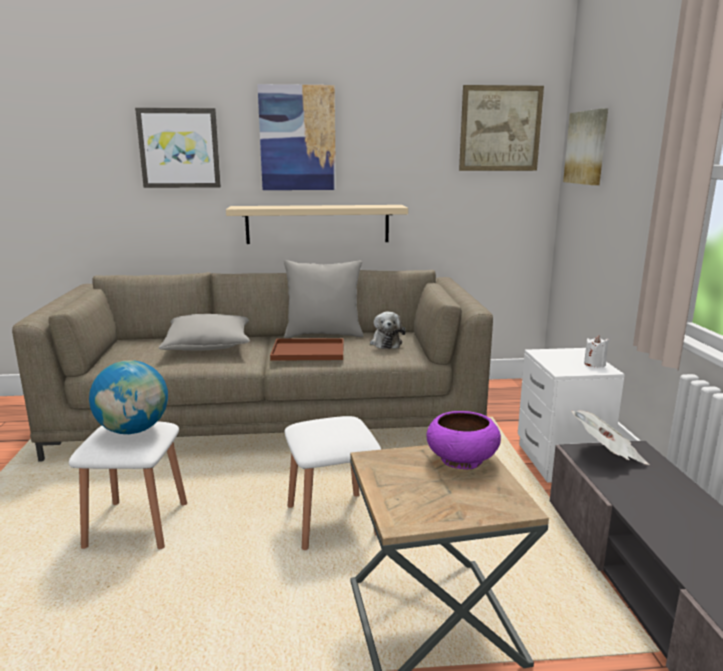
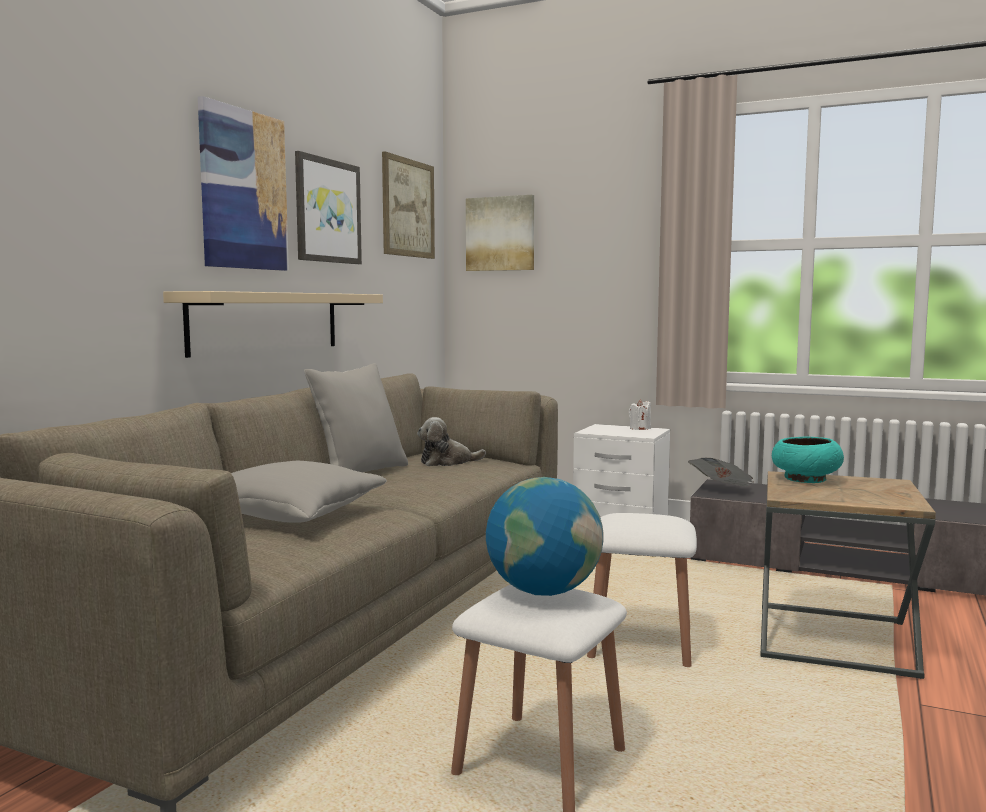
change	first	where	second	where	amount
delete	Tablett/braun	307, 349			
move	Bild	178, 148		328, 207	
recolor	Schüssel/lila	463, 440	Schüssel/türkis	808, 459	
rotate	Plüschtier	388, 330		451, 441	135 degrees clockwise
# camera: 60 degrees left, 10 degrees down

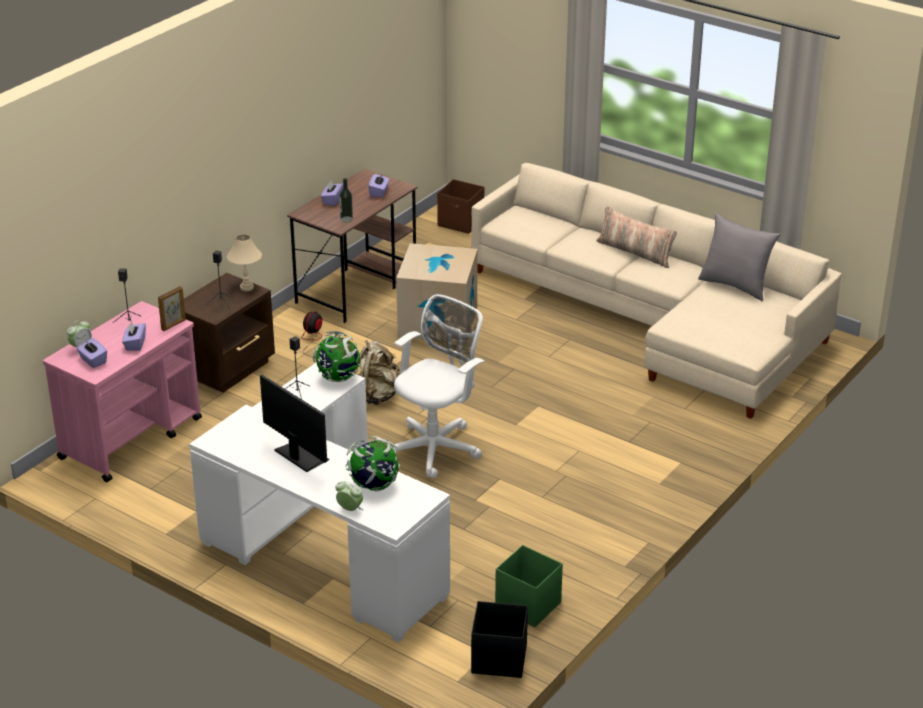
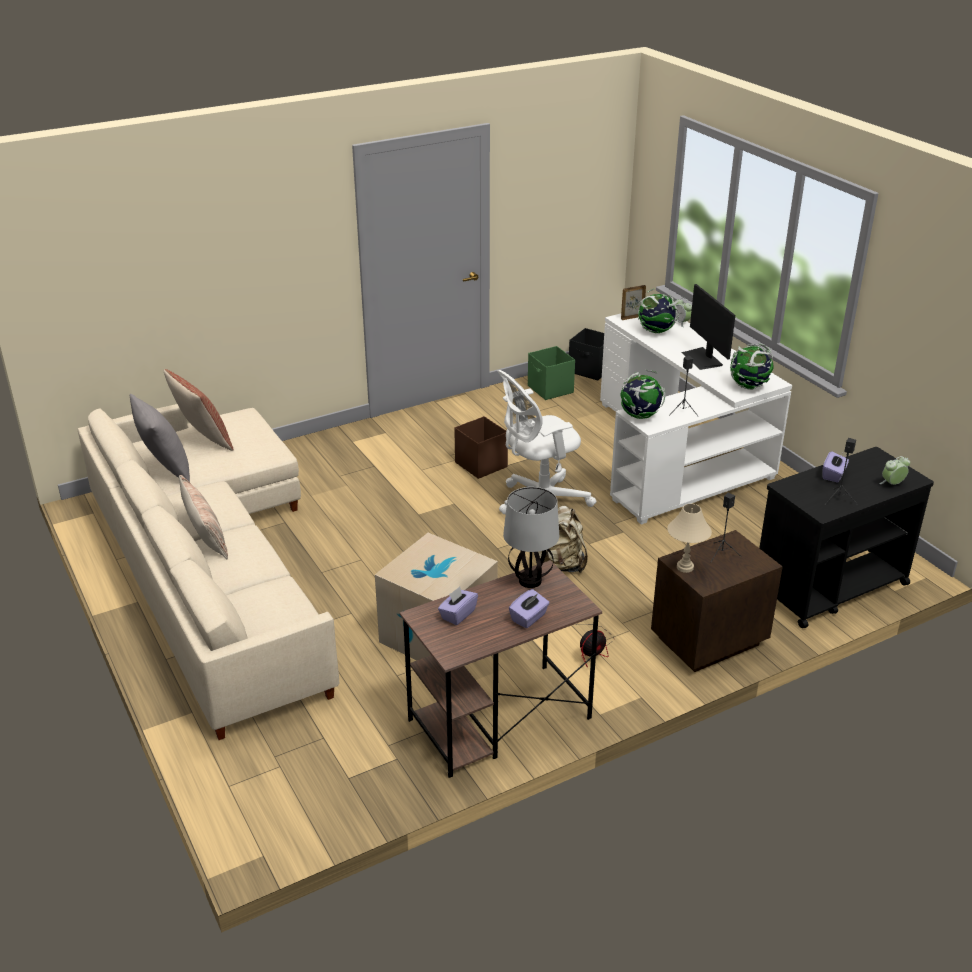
change	first	where	second	where	amount
delete	Taschentuchbox/lila	92, 353			
insert			Kissen	198, 410	
insert			Globus	751, 367	
move	Bilderrahmen	172, 308		633, 302	
move	Aufbewahrungsbox/braun	460, 206		481, 447	
replace	Flasche	346, 200	Tischlampe	531, 537	
recolor	Rollwagen/rosa	122, 391	Rollwagen/schwarz	846, 537	
# camera: 155 degrees left, 0 degrees up

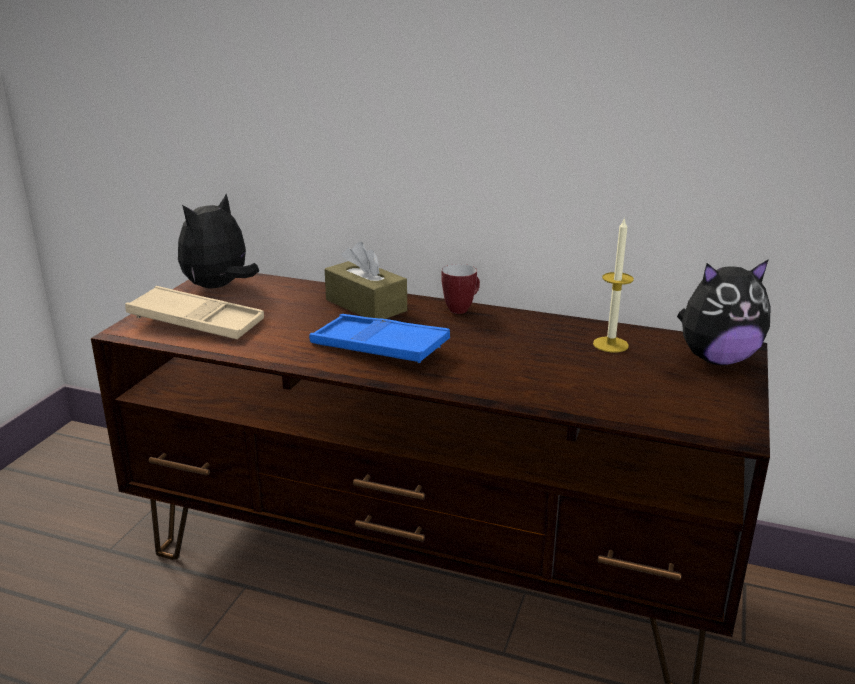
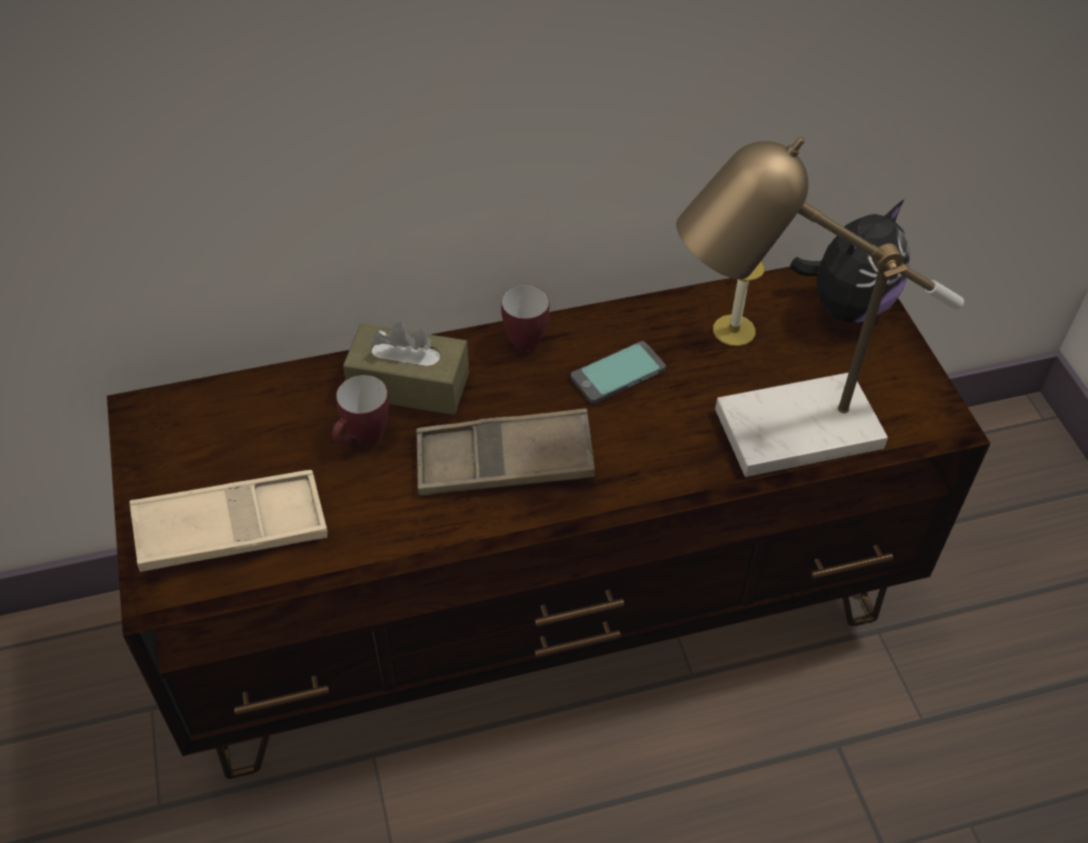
change	first	where	second	where	amount
delete	Plüschtier	218, 240			
insert			Henkelbecher	360, 409	
insert			Handy	618, 372	
insert			Tischlampe	820, 307	
recolor	Tablett/blau	379, 338	Tablett/braun	505, 452	
# camera: 35 degrees left, 25 degrees up

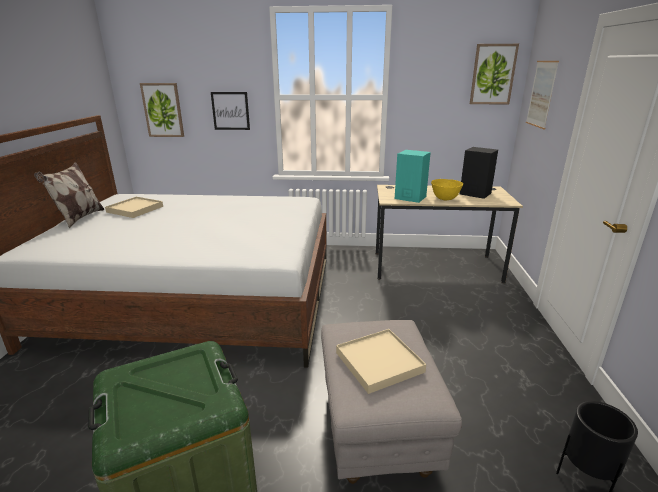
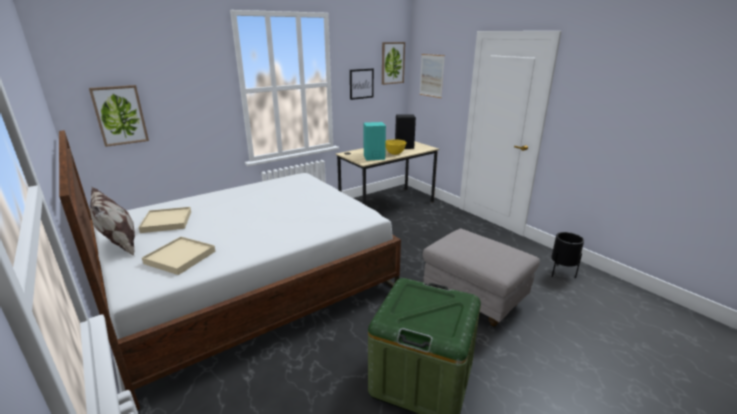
change	first	where	second	where	amount
move	Bild	230, 111		362, 84	
move	Tablett/beige	381, 361		179, 256	
# camera: 40 degrees left, 0 degrees up

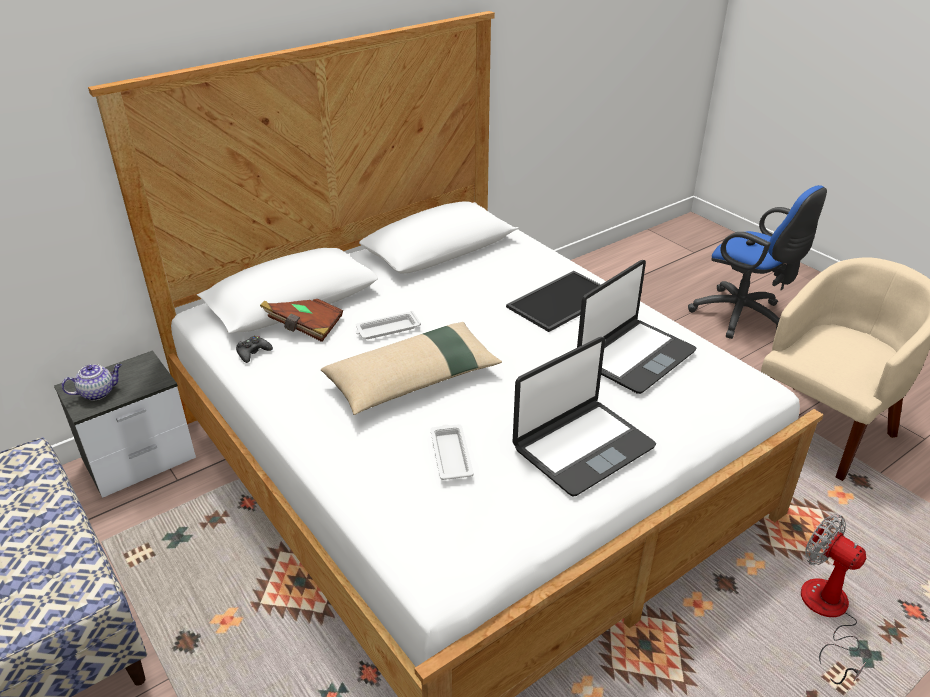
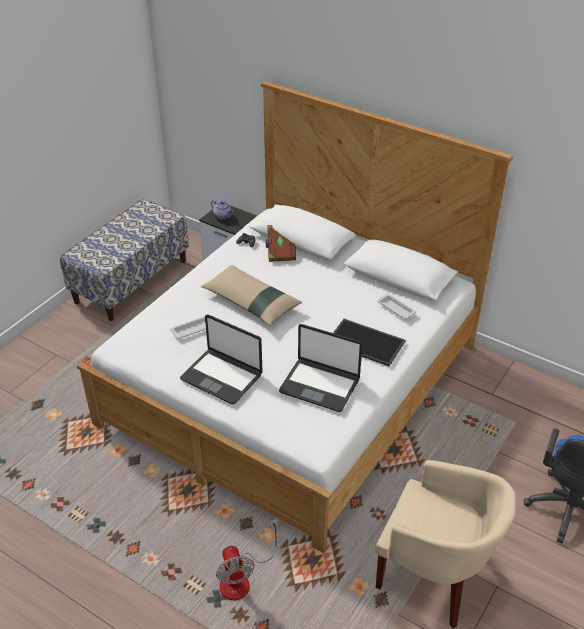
change	first	where	second	where	amount
move	Tablett/weiß	388, 325		396, 306	
rotate	Ventilator	833, 599		247, 559	135 degrees clockwise
# camera: 70 degrees right, 5 degrees up

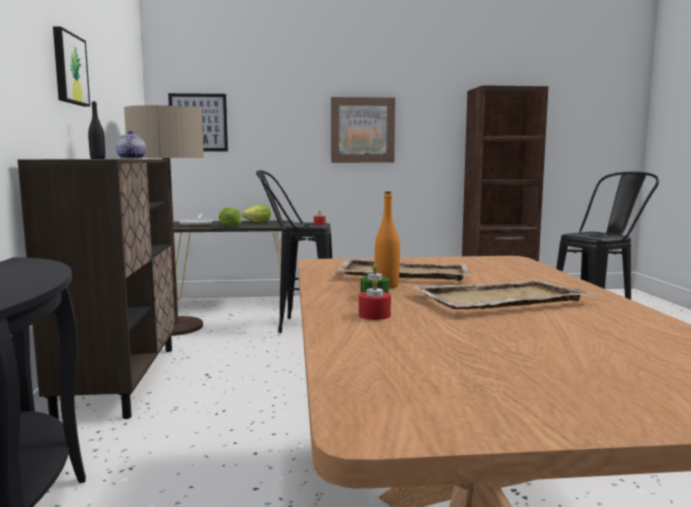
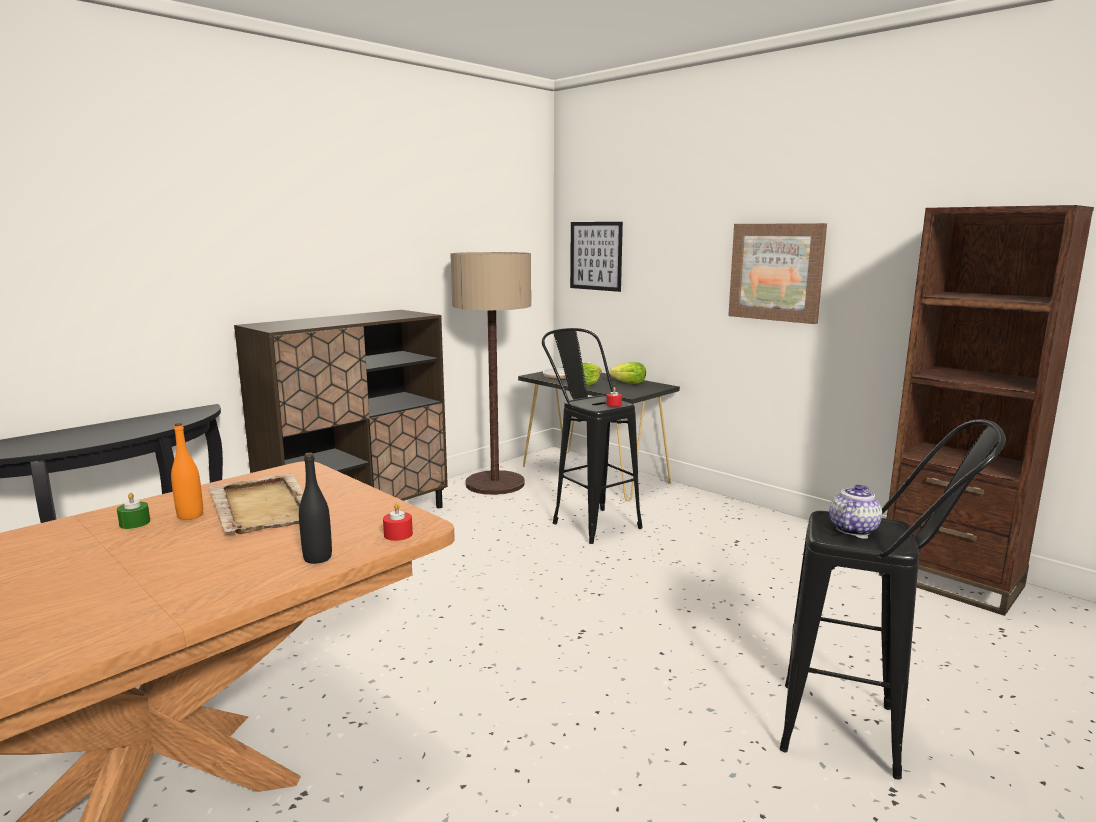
change	first	where	second	where	amount
delete	Bild	71, 66			
delete	Tablett/beige	502, 294			
move	Flasche/schwarz	96, 130		315, 508	
move	Teekanne	131, 145		855, 510	
move	Kerze/rot	375, 299		398, 522	
# camera: 50 degrees right, 5 degrees up

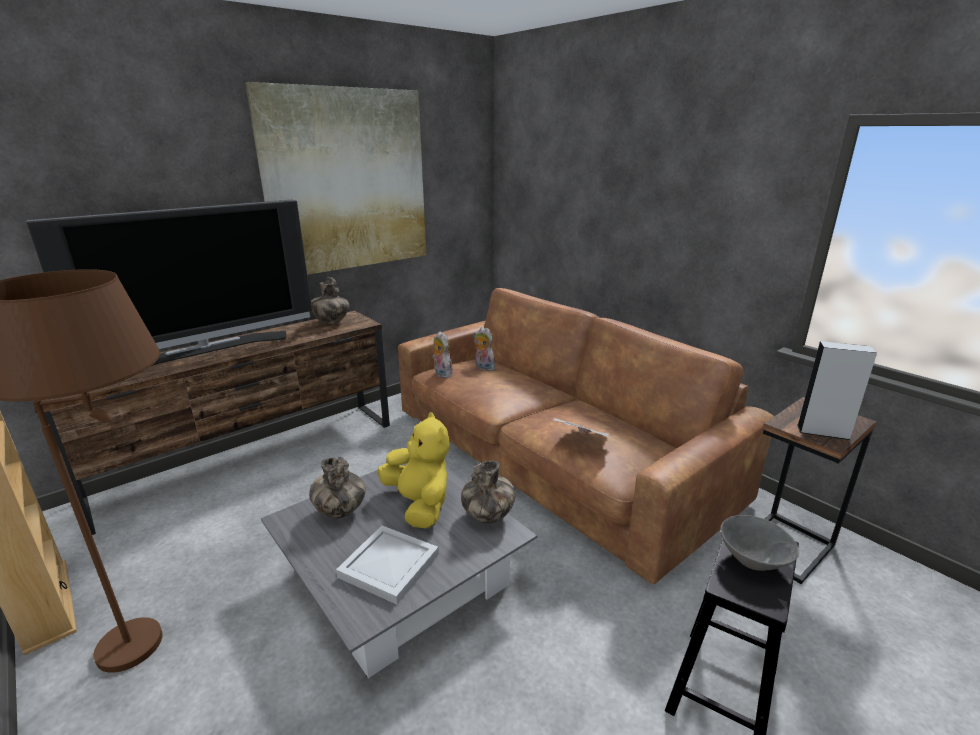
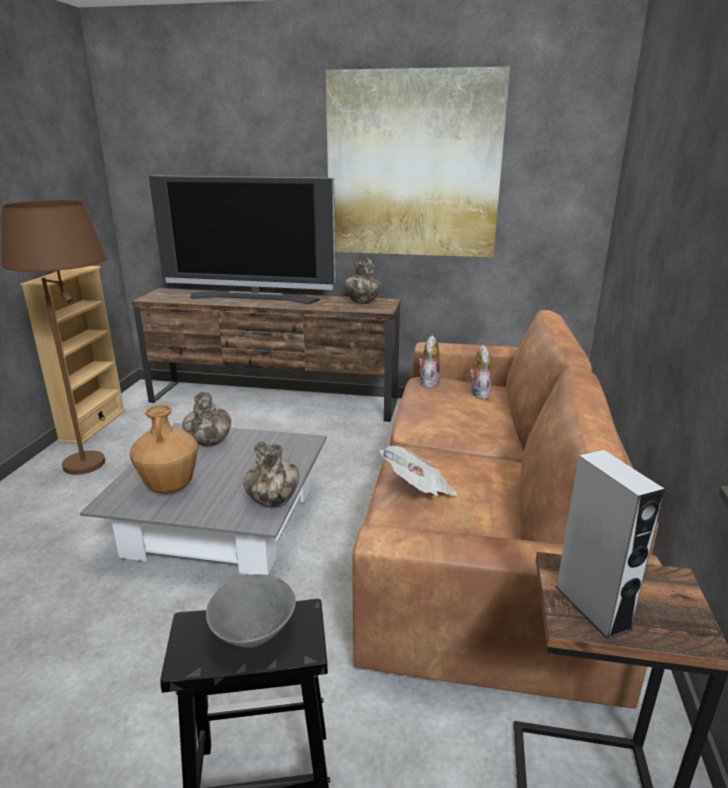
change	first	where	second	where	amount
delete	Plüschtier/gelb	414, 470			
replace	Tablett/weiß	387, 565	Vase/braun	163, 449	
# camera: 50 degrees right, 0 degrees up

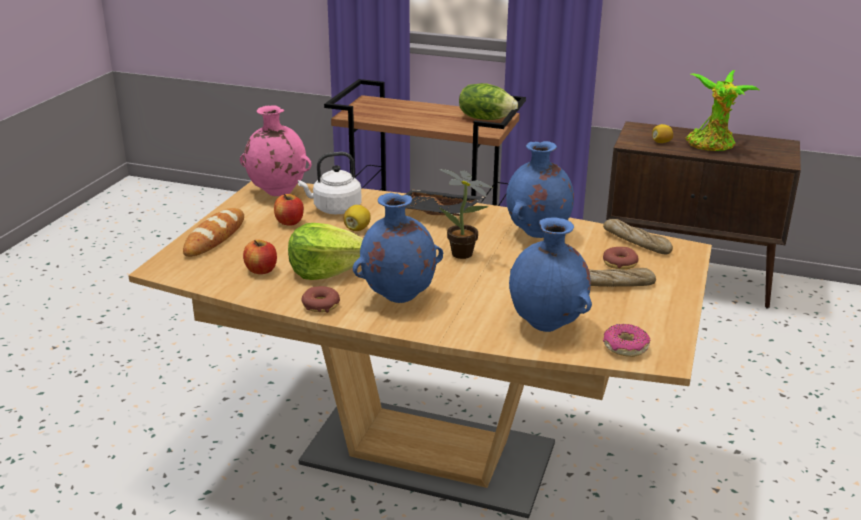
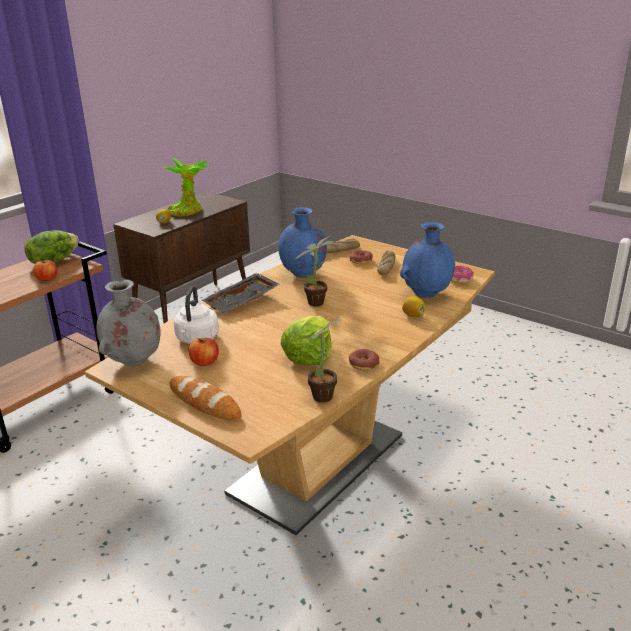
change	first	where	second	where	amount
delete	Vase/blau	398, 248			
insert			Topfpflanze	324, 358	
move	Apfel	260, 257		45, 270	
move	Zitrone	357, 218		414, 306	
recolor	Vase/rosa	276, 150	Vase/grau	128, 323	
# camera: 70 degrees left, 0 degrees up

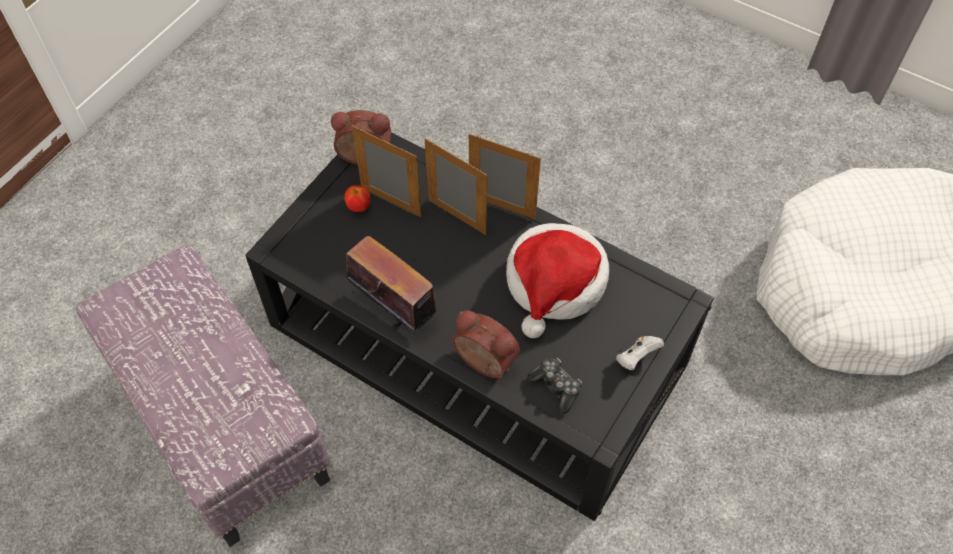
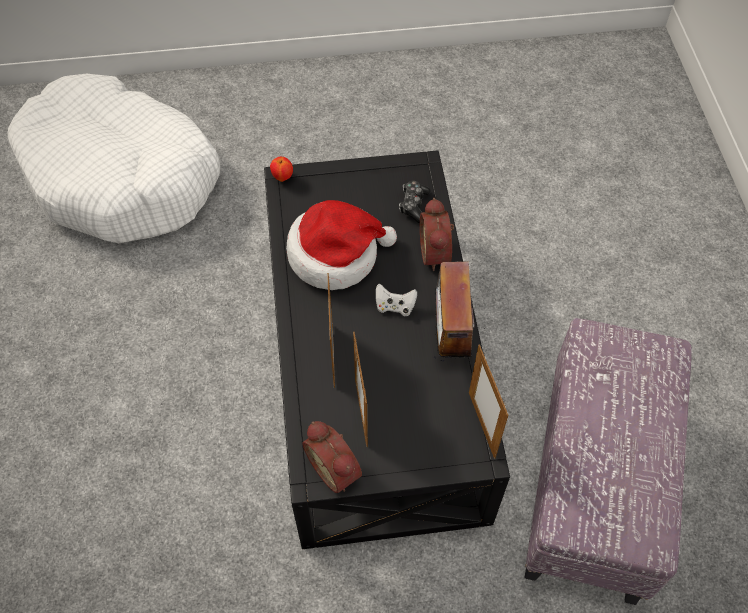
change	first	where	second	where	amount
move	Apfel	357, 198		281, 169	
move	Bilderrahmen	505, 176		488, 401	
move	Gamepad/weiß	640, 353		396, 300	
# camera: 130 degrees left, 0 degrees up

